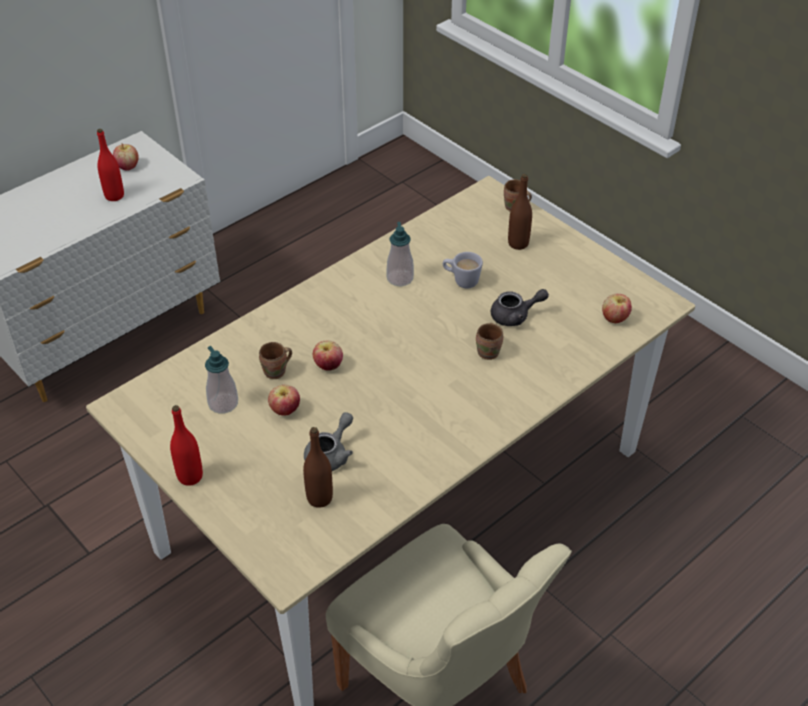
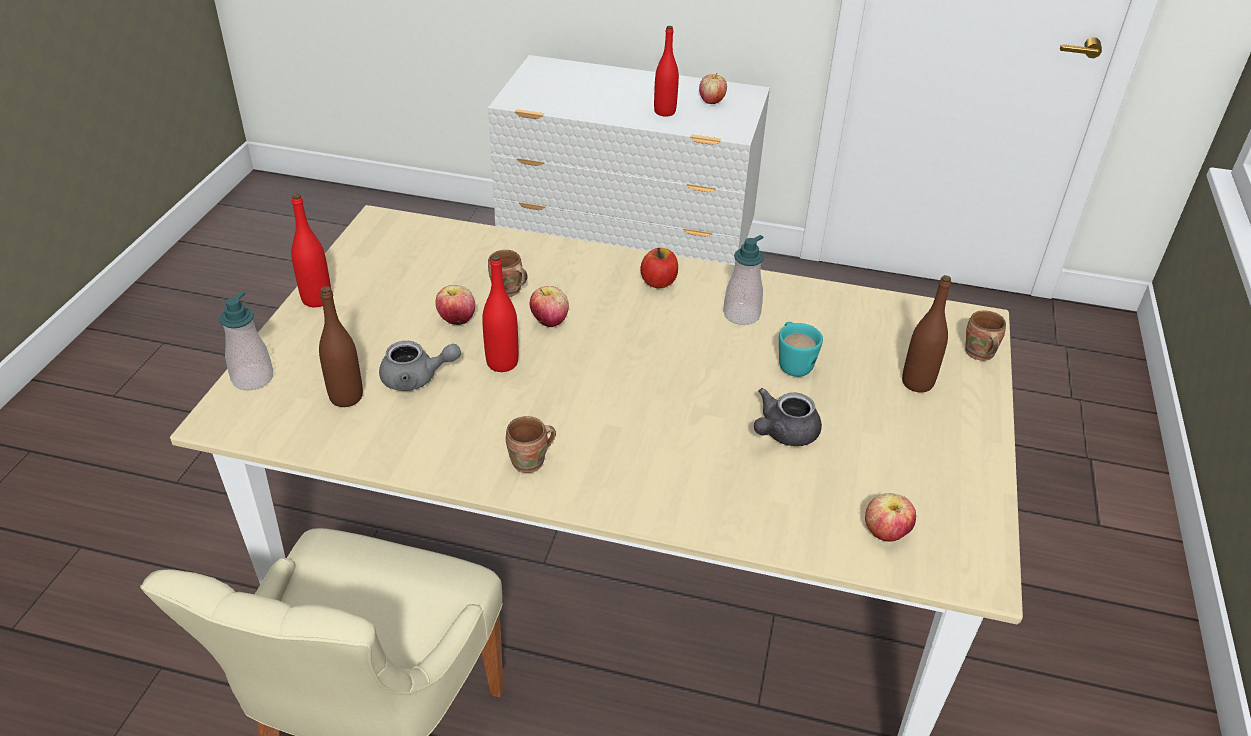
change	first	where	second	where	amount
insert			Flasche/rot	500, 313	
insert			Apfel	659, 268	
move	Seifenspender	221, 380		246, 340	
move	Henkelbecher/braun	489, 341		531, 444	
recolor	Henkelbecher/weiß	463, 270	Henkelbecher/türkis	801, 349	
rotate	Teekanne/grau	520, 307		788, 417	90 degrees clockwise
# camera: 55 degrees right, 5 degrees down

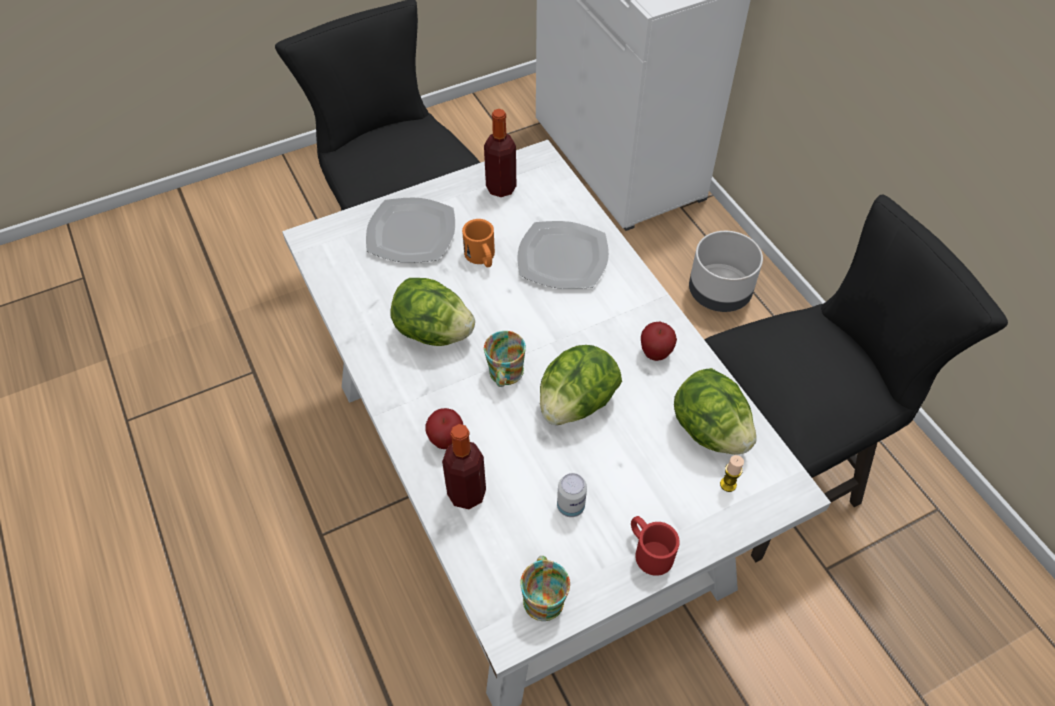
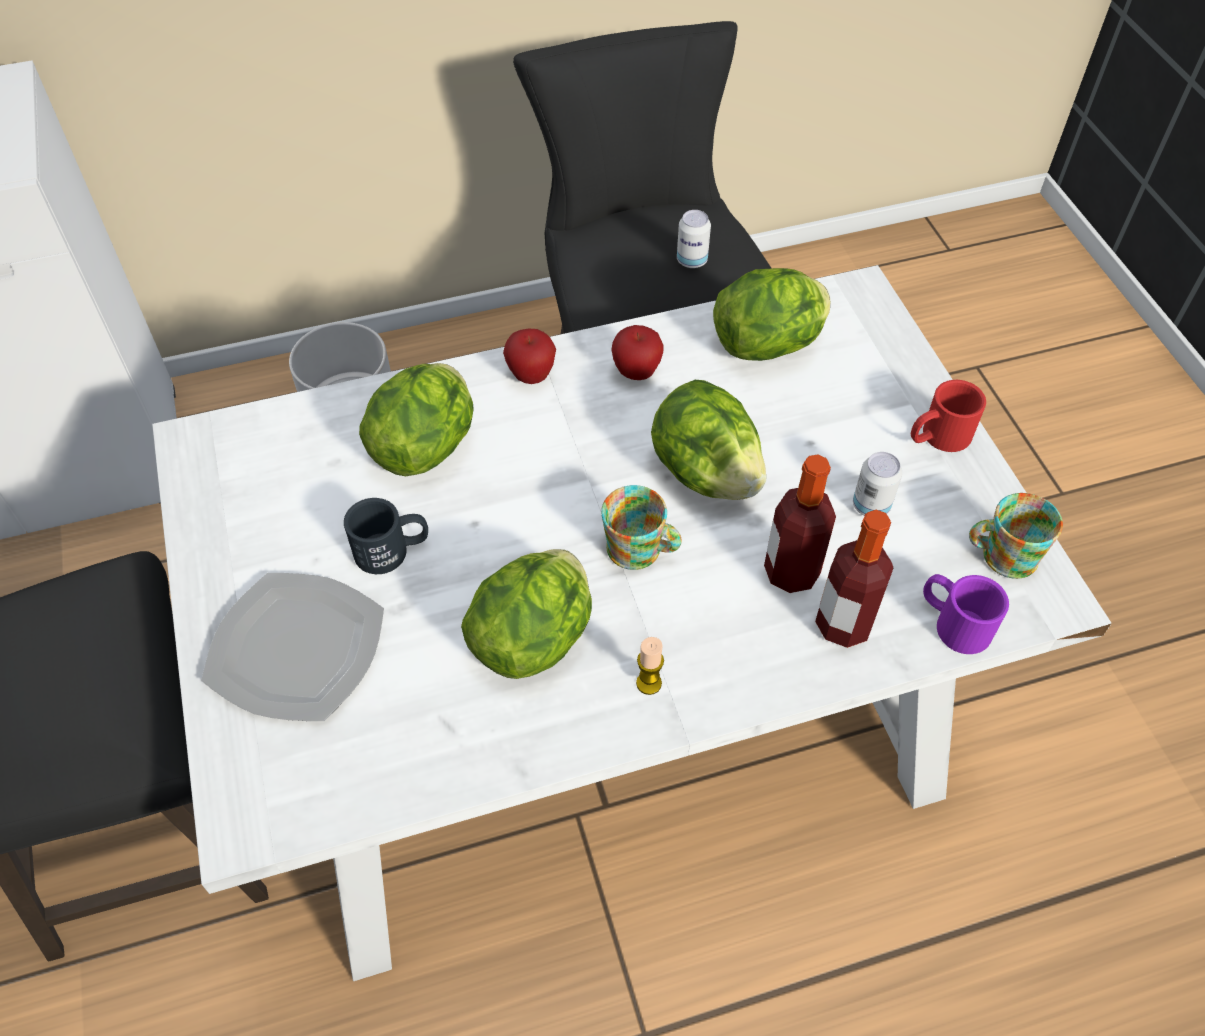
change	first	where	second	where	amount
insert			Dose	694, 239	
insert			Henkelbecher/lila	966, 614	
move	Apfel	444, 428		529, 356	
move	Flasche	500, 153		800, 523	
move	Kerze	732, 473		650, 666	
replace	Teller	563, 255	Salatkopf	416, 419	
recolor	Henkelbecher/orange	478, 243	Henkelbecher/schwarz	386, 536	
# camera: 80 degrees left, 0 degrees up

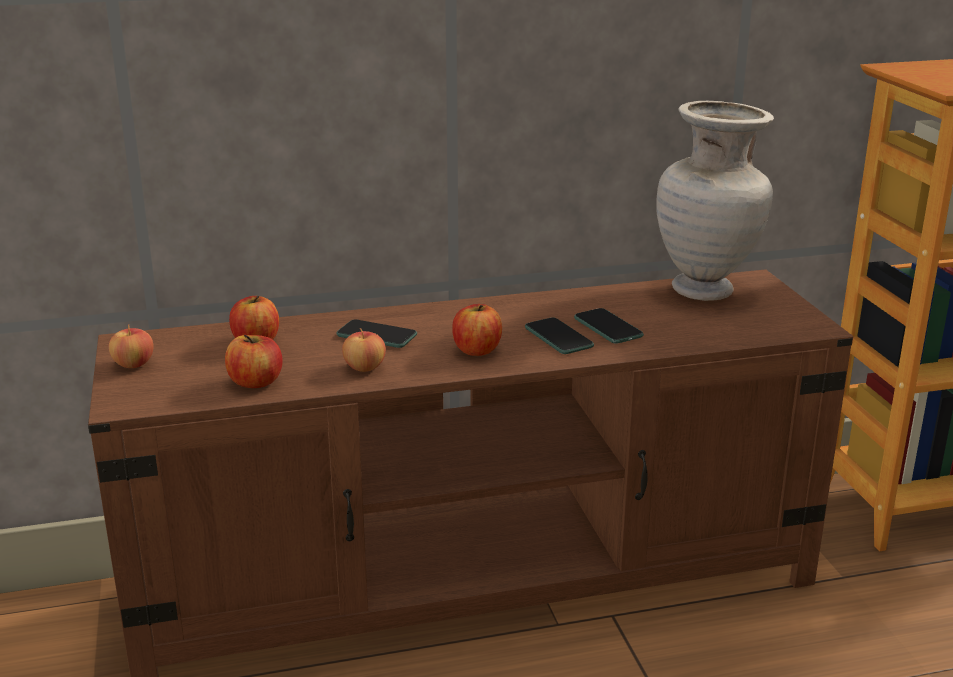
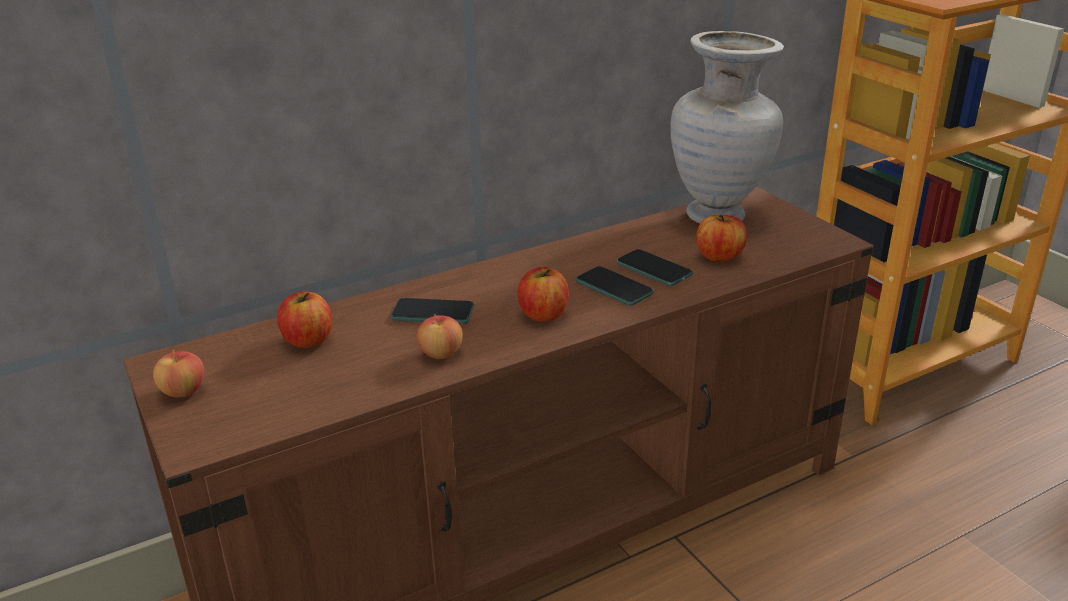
change	first	where	second	where	amount
move	Apfel	254, 361		721, 238	
# camera: 15 degrees left, 5 degrees up

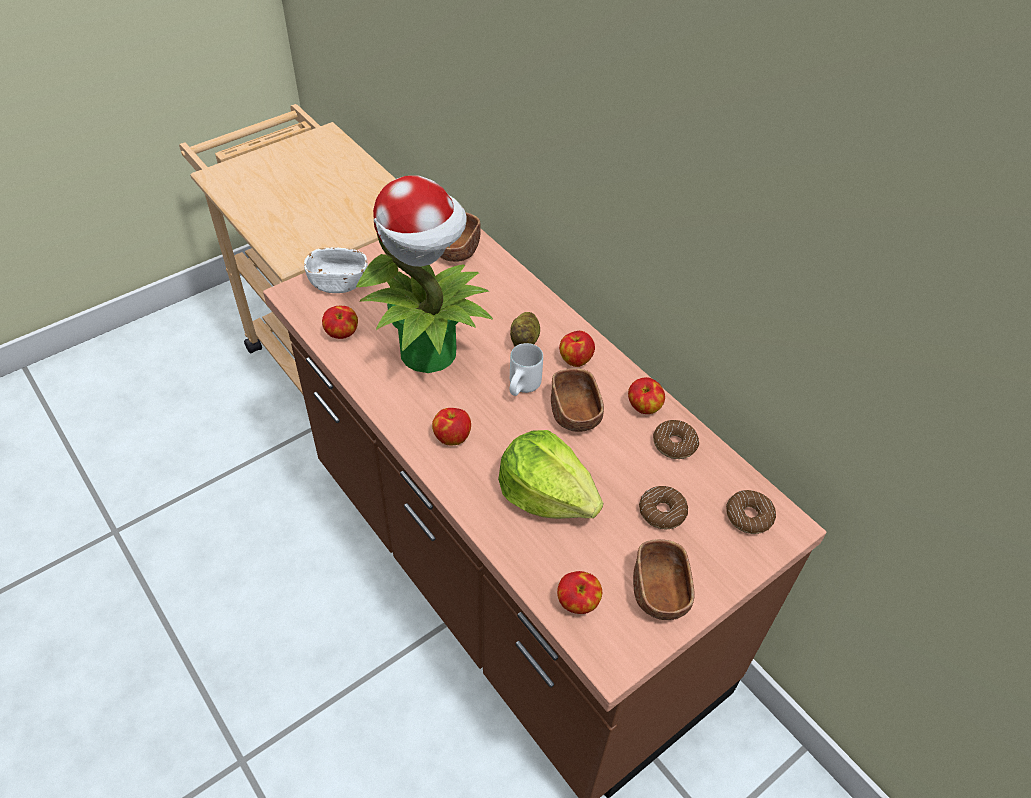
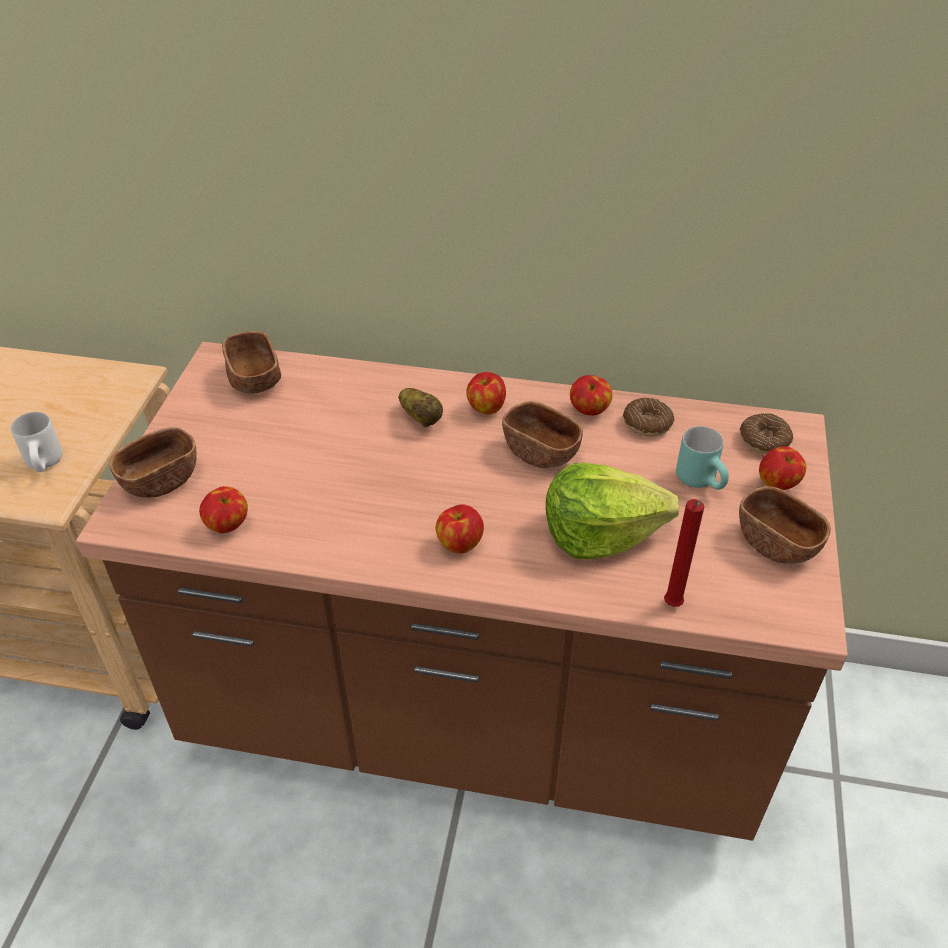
change	first	where	second	where	amount
delete	Topfpflanze	424, 274			
insert			Kerze/rot	684, 553	
move	Henkelbecher/weiß	526, 369		36, 442	
move	Apfel	579, 592		782, 468	
replace	Donut	663, 507	Henkelbecher/türkis	702, 458	
recolor	Schüssel/weiß	336, 270	Schüssel/braun	153, 462	
# camera: 40 degrees left, 5 degrees down

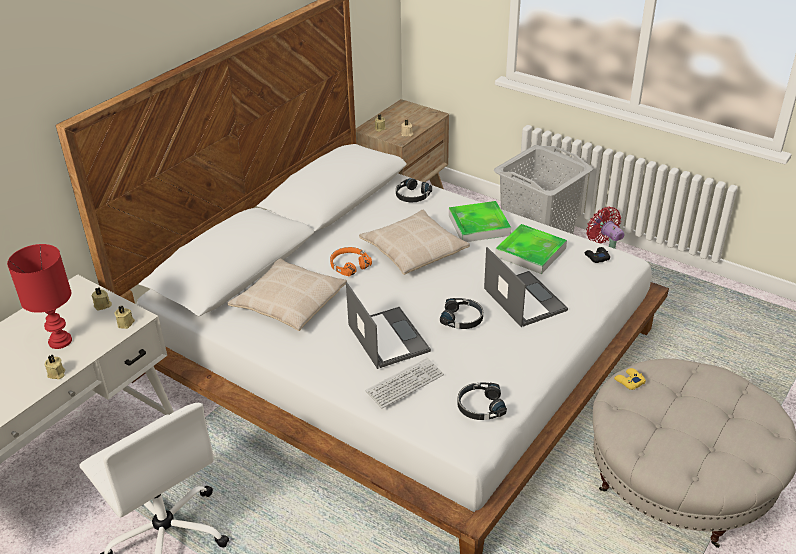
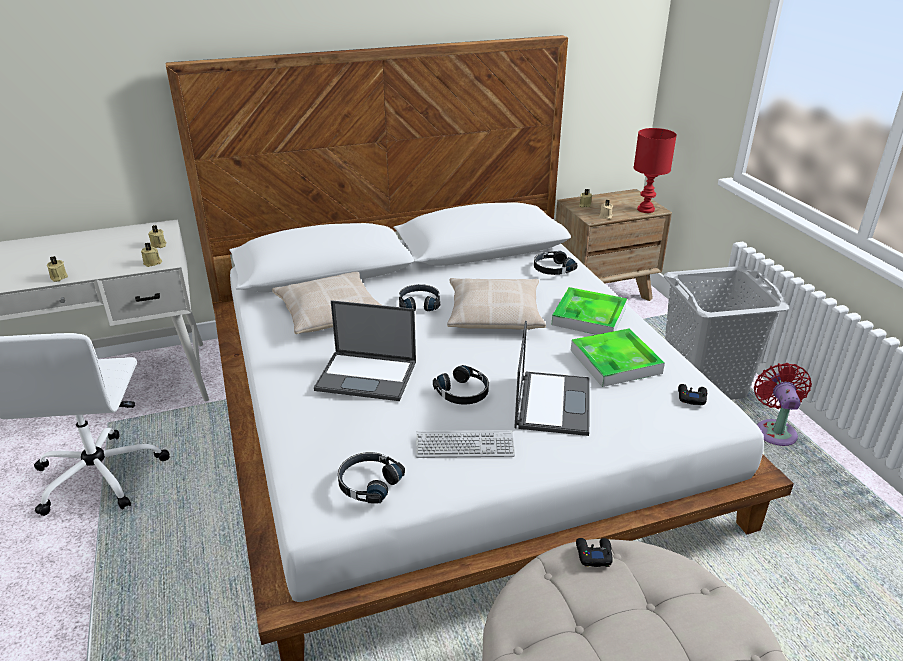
change	first	where	second	where	amount
move	Tischlampe/rot	39, 296		655, 170	
move	Tastatur	404, 383		465, 444	
recolor	Kopfhörer/orange	351, 261	Kopfhörer/schwarz	419, 297	
recolor	Gamepad/gelb	629, 379	Gamepad/schwarz	594, 552	
rotate	Laptop	388, 325		365, 350	90 degrees clockwise
# camera: 35 degrees right, 5 degrees down

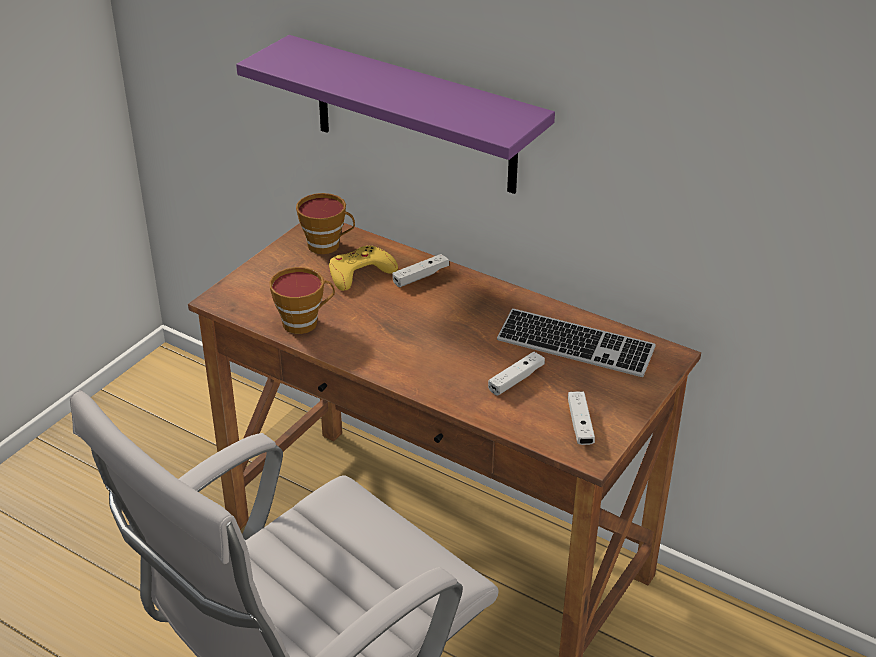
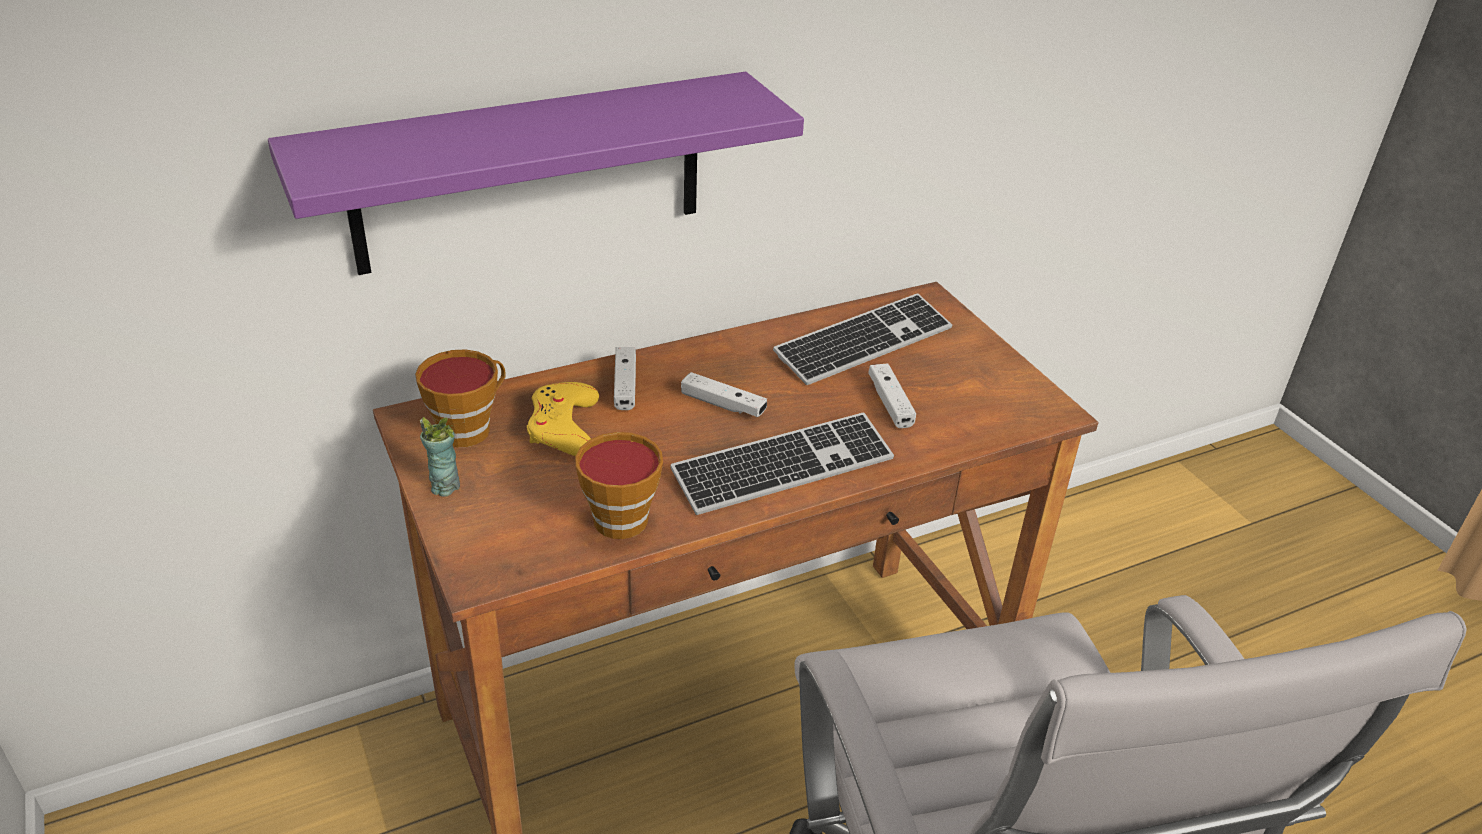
change	first	where	second	where	amount
insert			Tasse	440, 457	
insert			Tastatur	782, 464	
move	Gamepad/weiß	581, 418		724, 394	
# camera: 60 degrees left, 0 degrees up

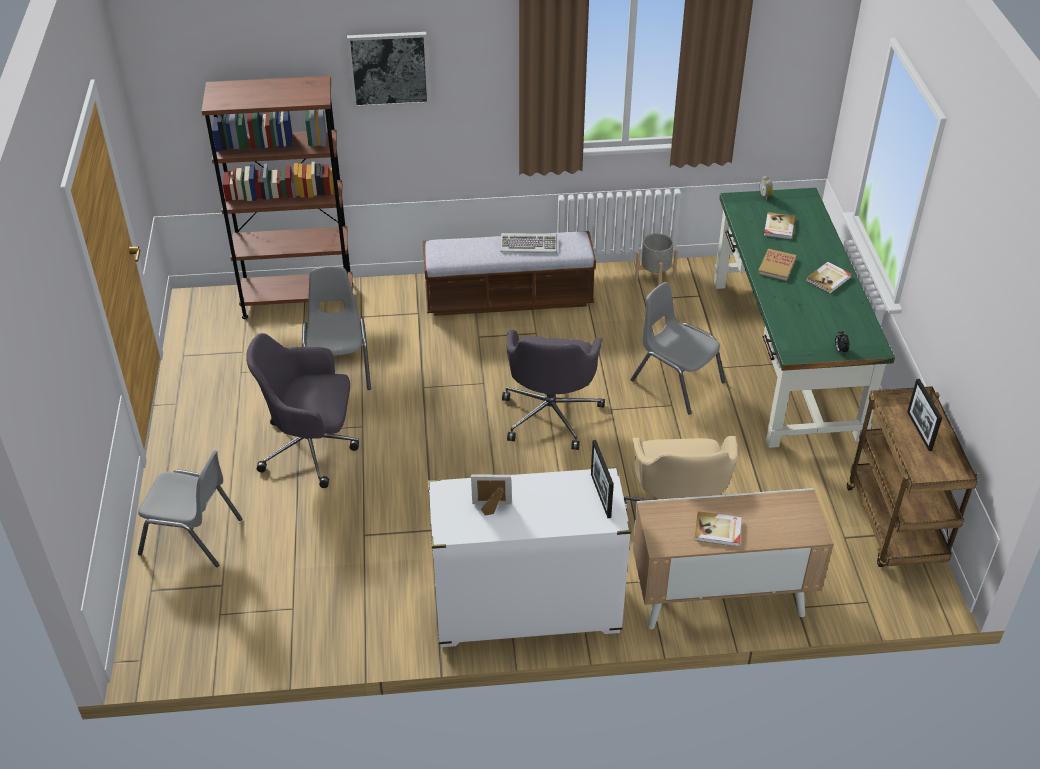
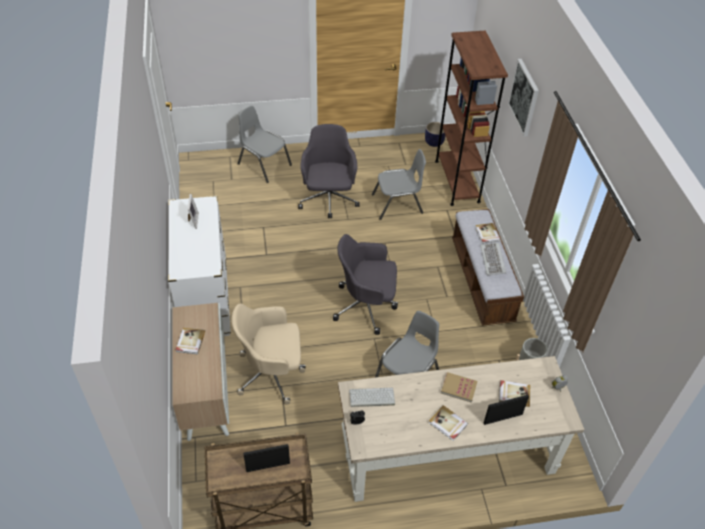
change	first	where	second	where	amount
insert			Tastatur	372, 397	
insert			Pflanzkübel	435, 134	
insert			Buch	488, 233	
move	Bilderrahmen	602, 479		506, 410	
recolor	Schreibtisch/grün	804, 318	Schreibtisch/beige	461, 429	
rotate	Stuhl/grau	190, 508		264, 144	120 degrees clockwise
# camera: 85 degrees right, 5 degrees up

